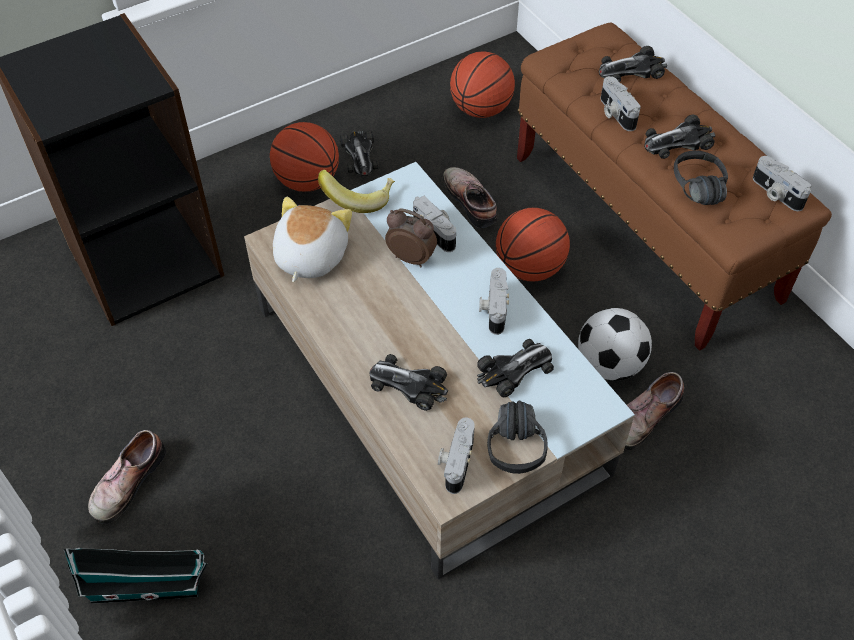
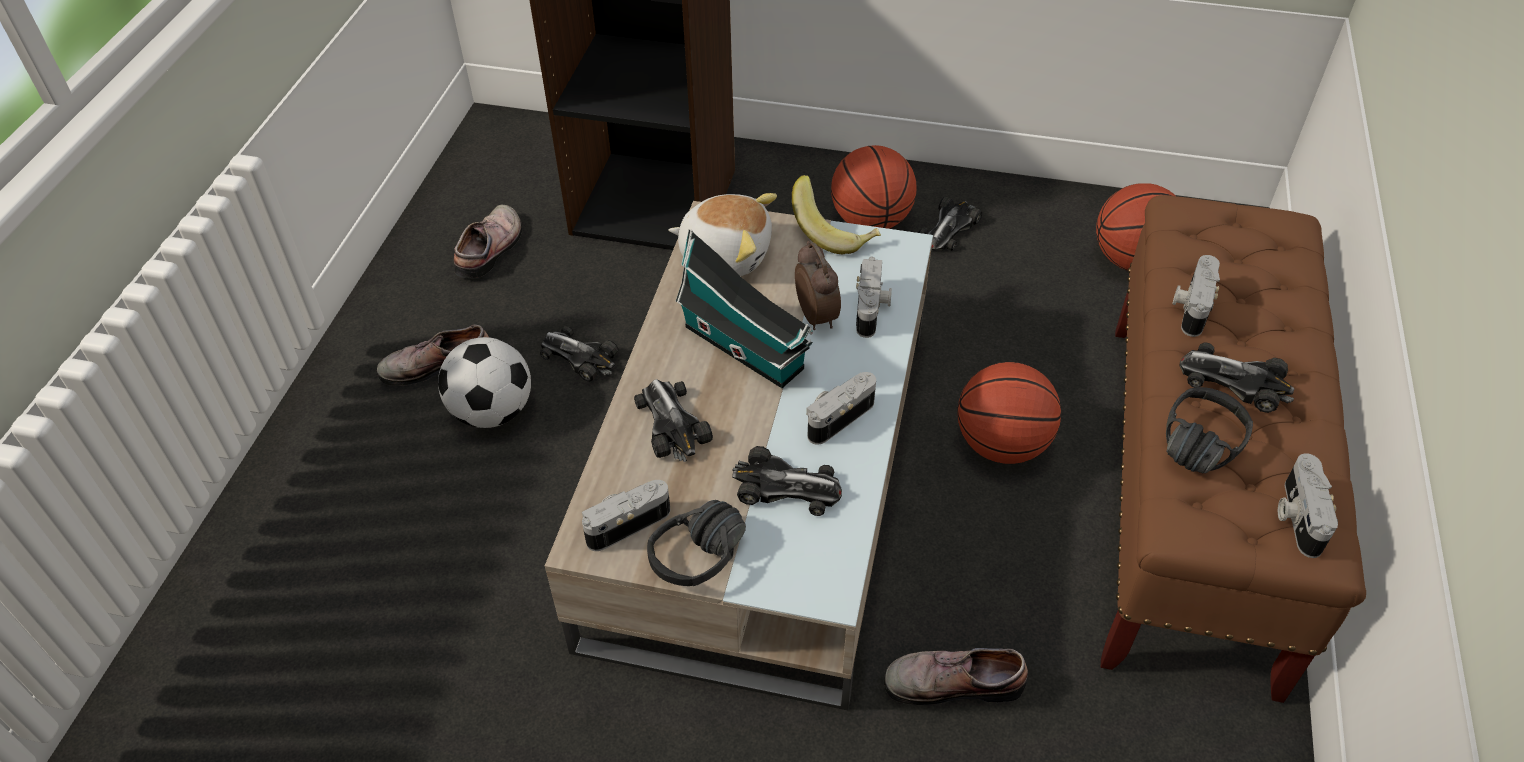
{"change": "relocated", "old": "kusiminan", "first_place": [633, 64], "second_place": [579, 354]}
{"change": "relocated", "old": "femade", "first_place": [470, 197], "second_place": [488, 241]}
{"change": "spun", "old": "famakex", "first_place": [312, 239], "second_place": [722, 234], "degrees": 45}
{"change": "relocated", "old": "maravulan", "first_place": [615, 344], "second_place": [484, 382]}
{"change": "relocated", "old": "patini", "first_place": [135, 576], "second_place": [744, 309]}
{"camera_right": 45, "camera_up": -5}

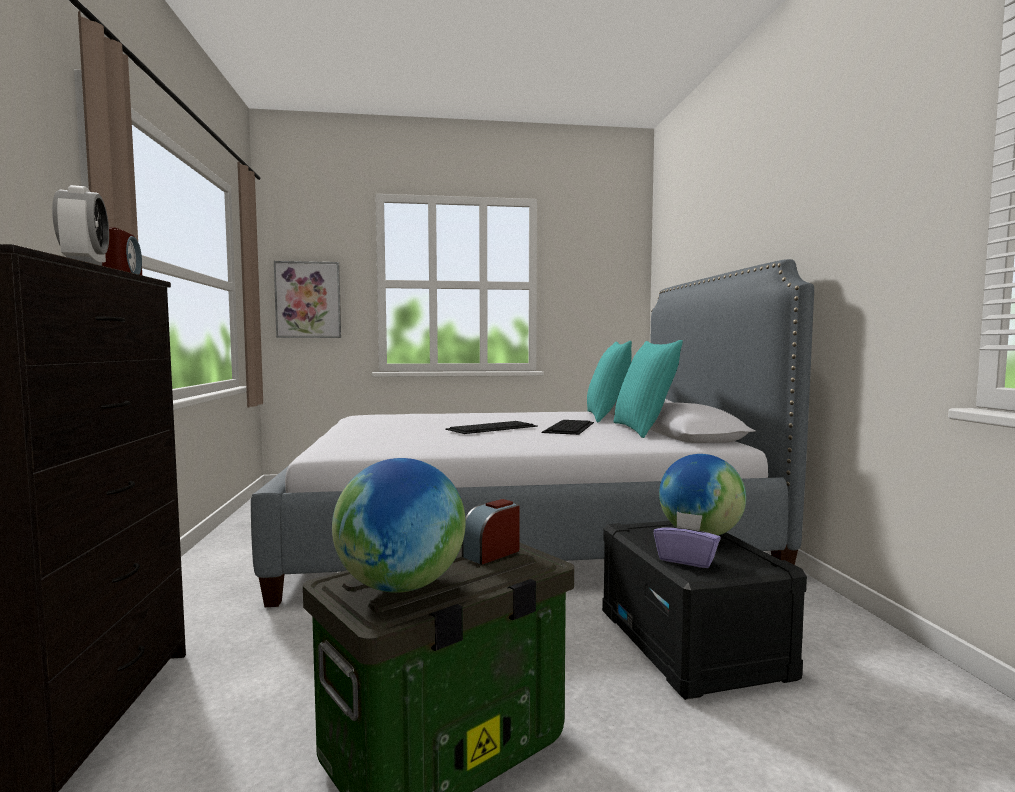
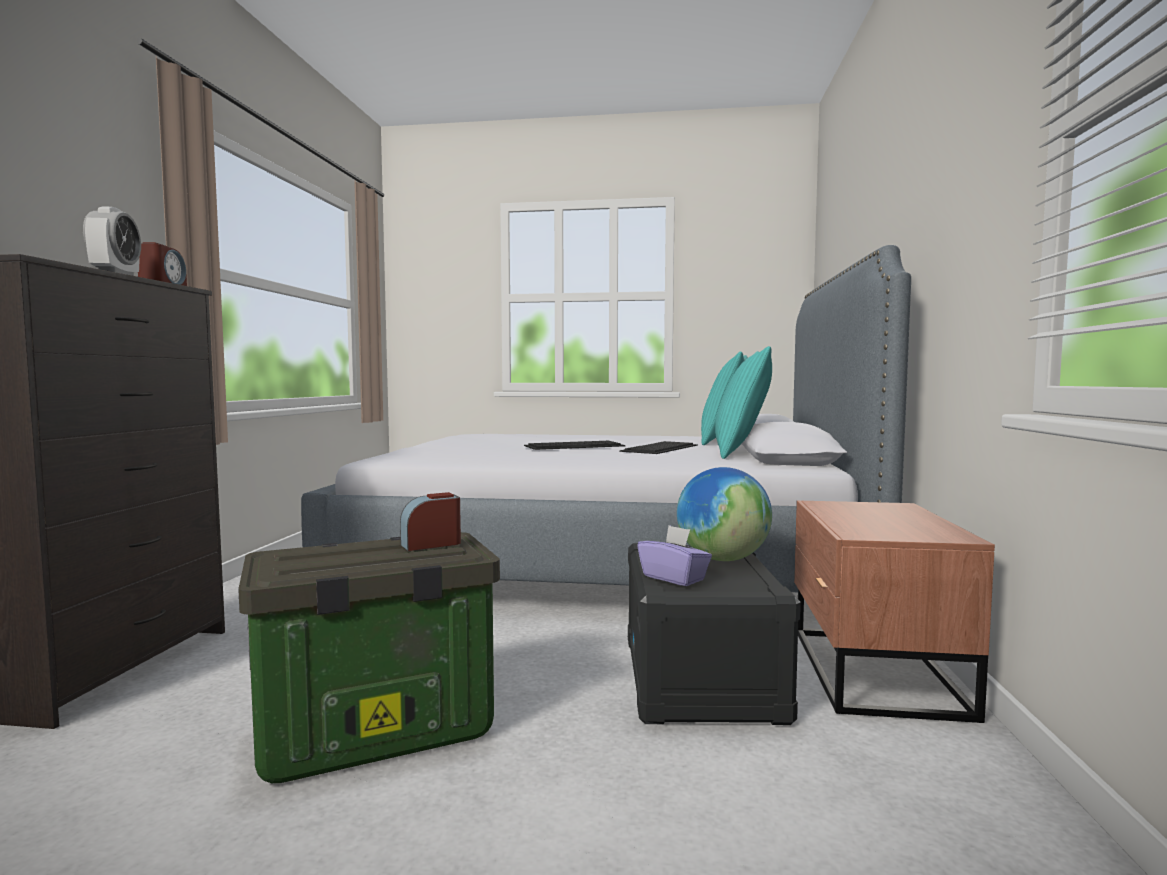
{"change": "missing", "old": "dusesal", "first_place": [307, 299]}
{"change": "missing", "old": "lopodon", "first_place": [399, 525]}
{"change": "appeared", "new": "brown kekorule", "second_place": [894, 611]}
{"camera_right": 15, "camera_up": 0}

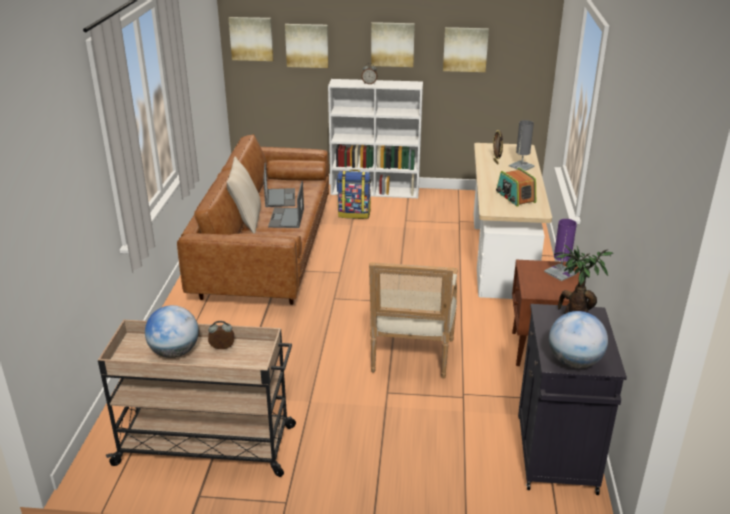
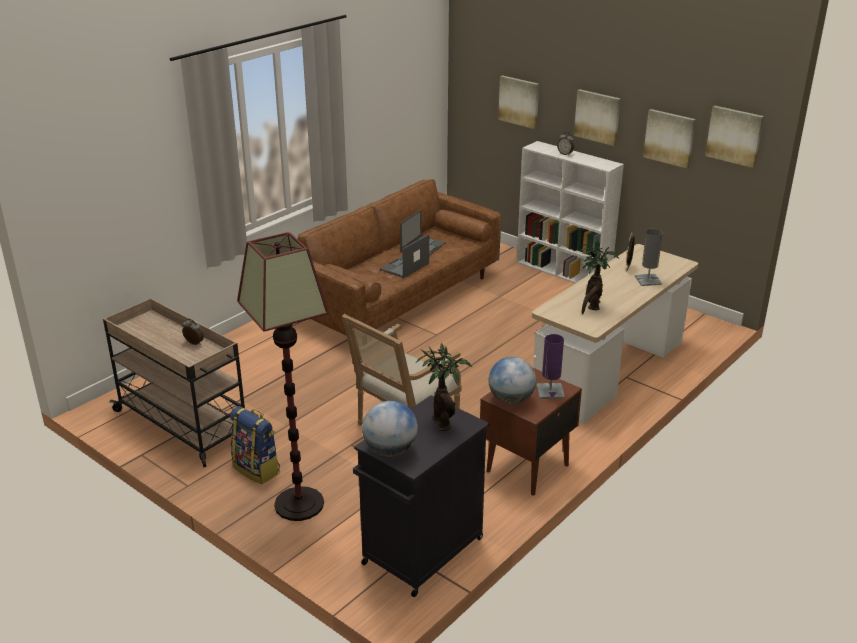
{"change": "relocated", "old": "dusesal", "first_place": [251, 39], "second_place": [734, 137]}
{"change": "missing", "old": "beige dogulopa", "first_place": [244, 195]}
{"change": "exchanged", "old": "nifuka", "new": "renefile", "first_place": [516, 187], "second_place": [599, 277]}
{"change": "relocated", "old": "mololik", "first_place": [354, 194], "second_place": [255, 445]}
{"change": "relocated", "old": "lopodon", "first_place": [172, 331], "second_place": [512, 380]}
{"change": "appeared", "new": "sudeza", "second_place": [283, 376]}
{"camera_right": 35, "camera_up": 0}

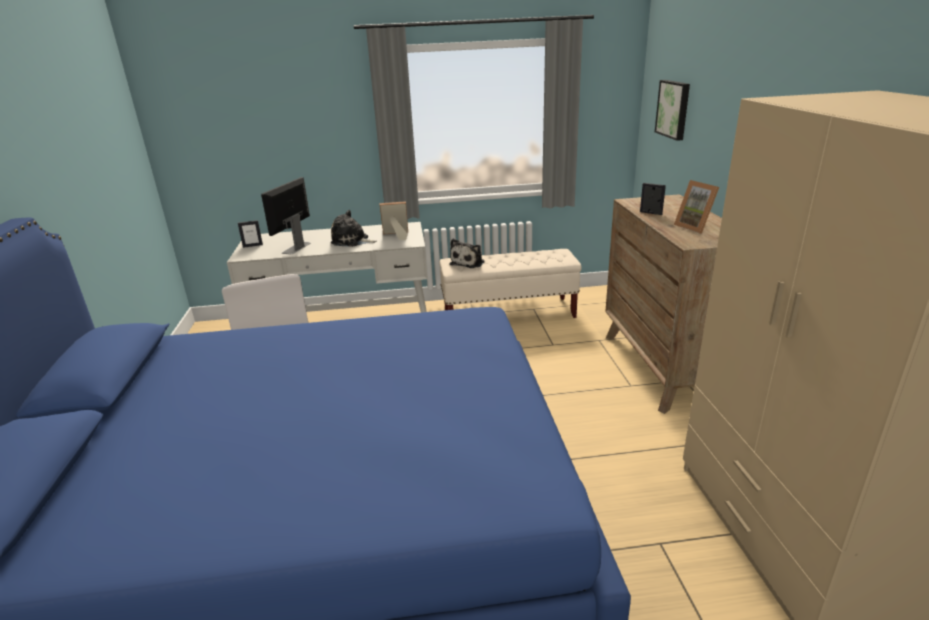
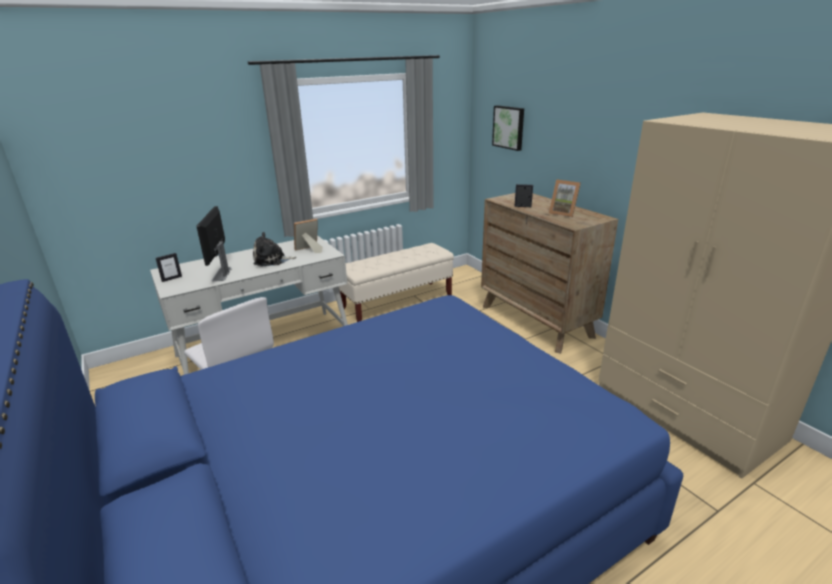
{"change": "missing", "old": "famakex", "first_place": [467, 253]}
{"camera_right": -25, "camera_up": 0}

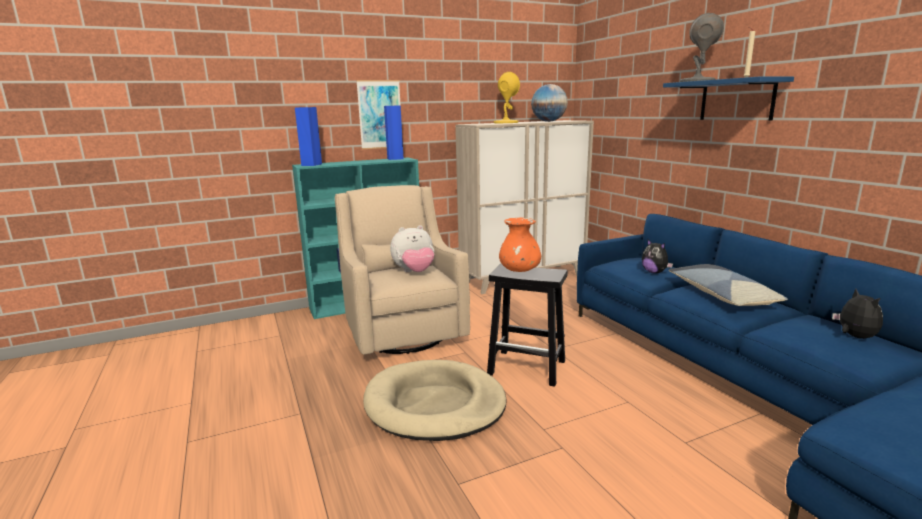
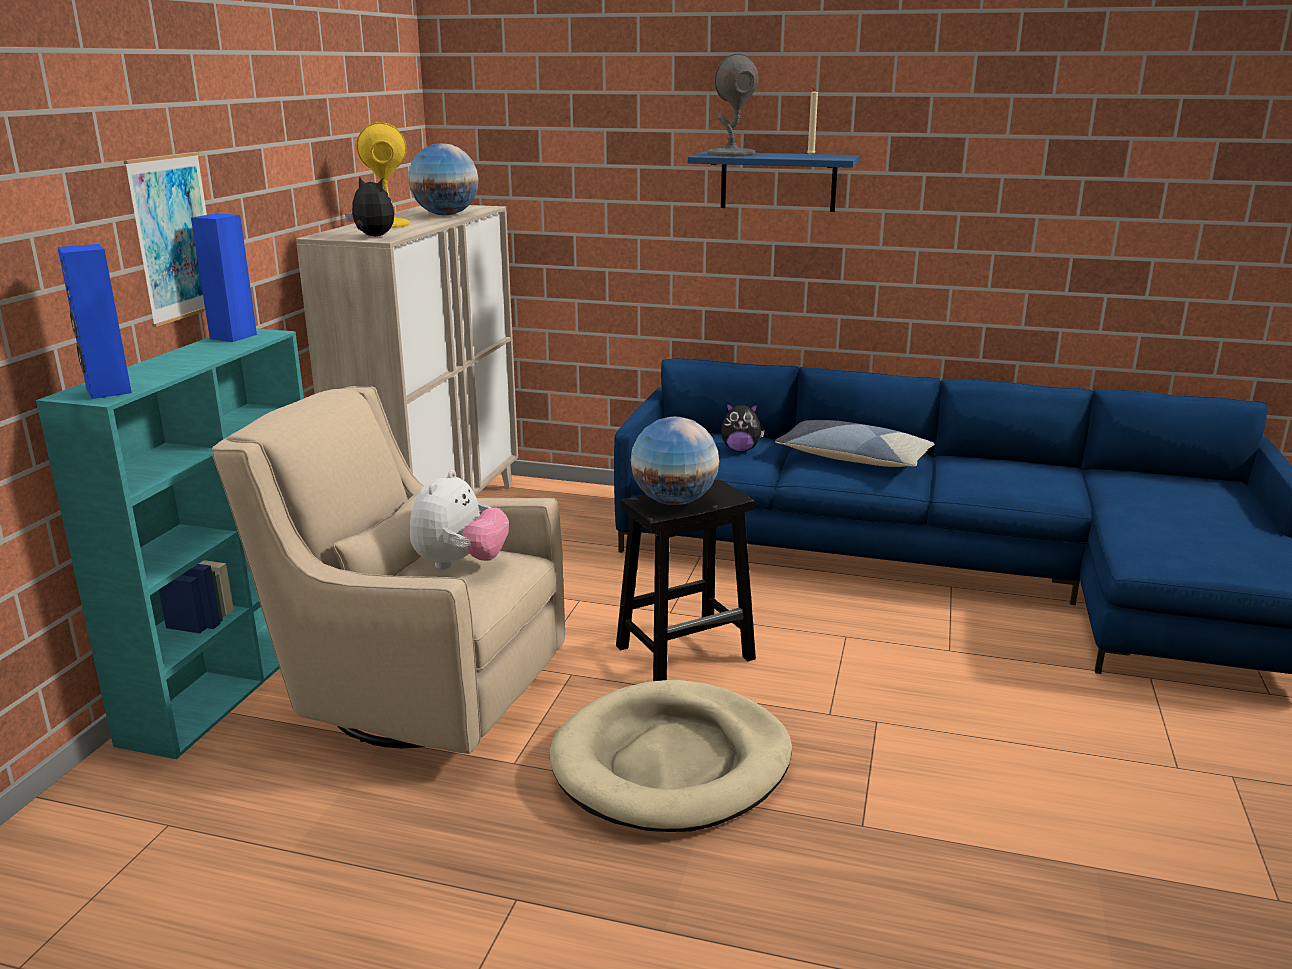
{"change": "exchanged", "old": "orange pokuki", "new": "lopodon", "first_place": [520, 245], "second_place": [675, 461]}
{"change": "relocated", "old": "famakex", "first_place": [857, 314], "second_place": [369, 206]}
{"camera_right": -50, "camera_up": 5}

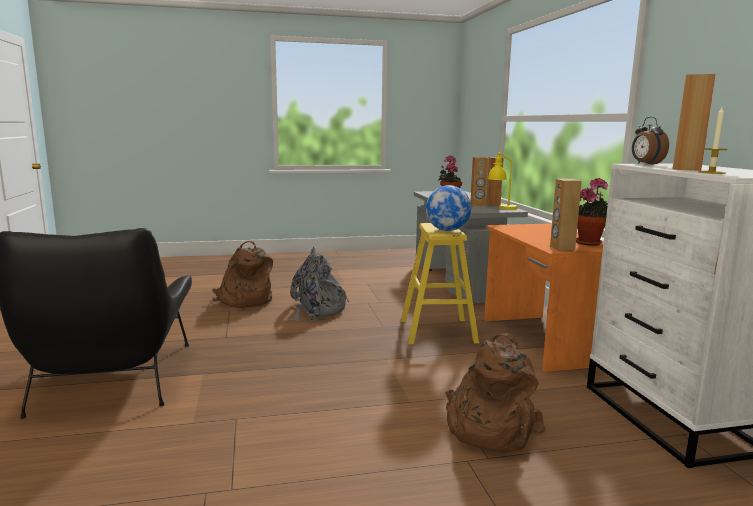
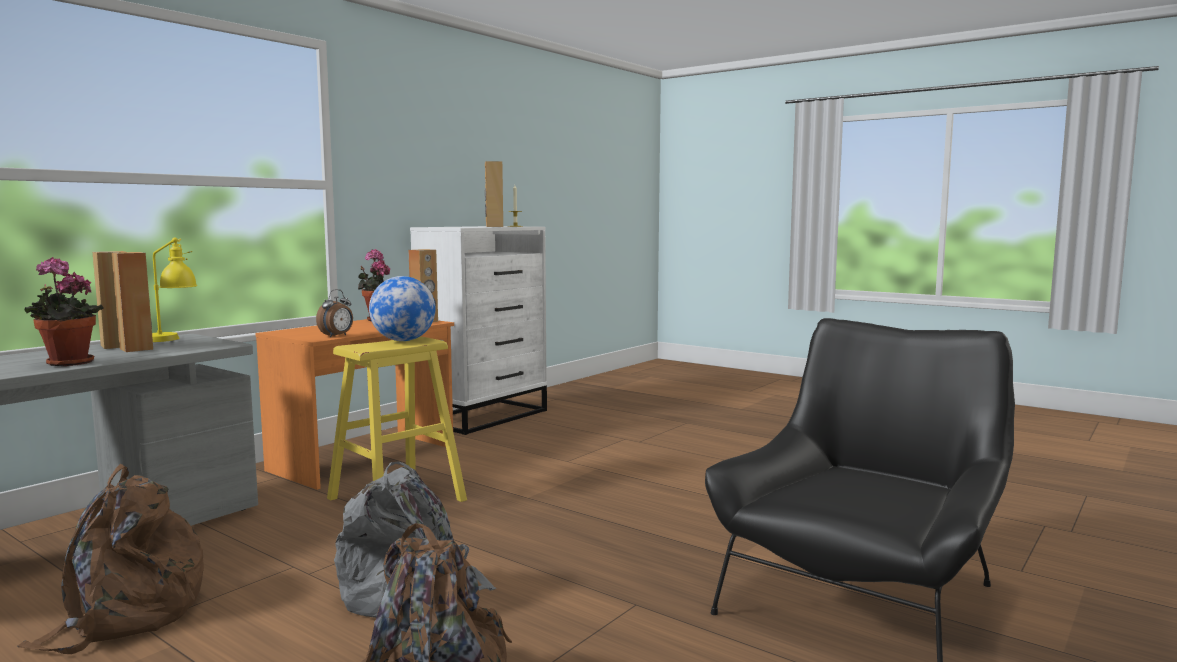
{"change": "relocated", "old": "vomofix", "first_place": [650, 141], "second_place": [334, 313]}
{"change": "relocated", "old": "brown mololik", "first_place": [496, 392], "second_place": [110, 559]}
{"camera_right": -130, "camera_up": -5}

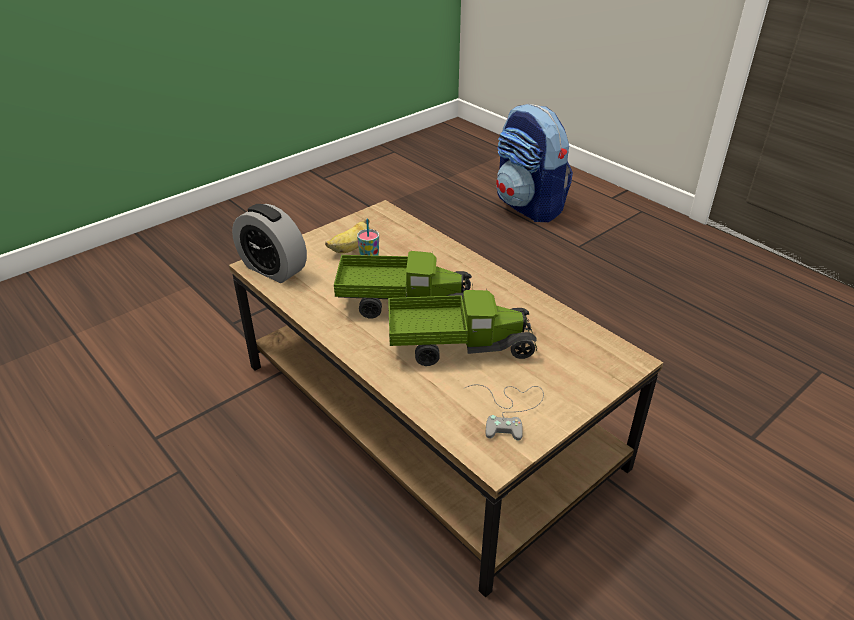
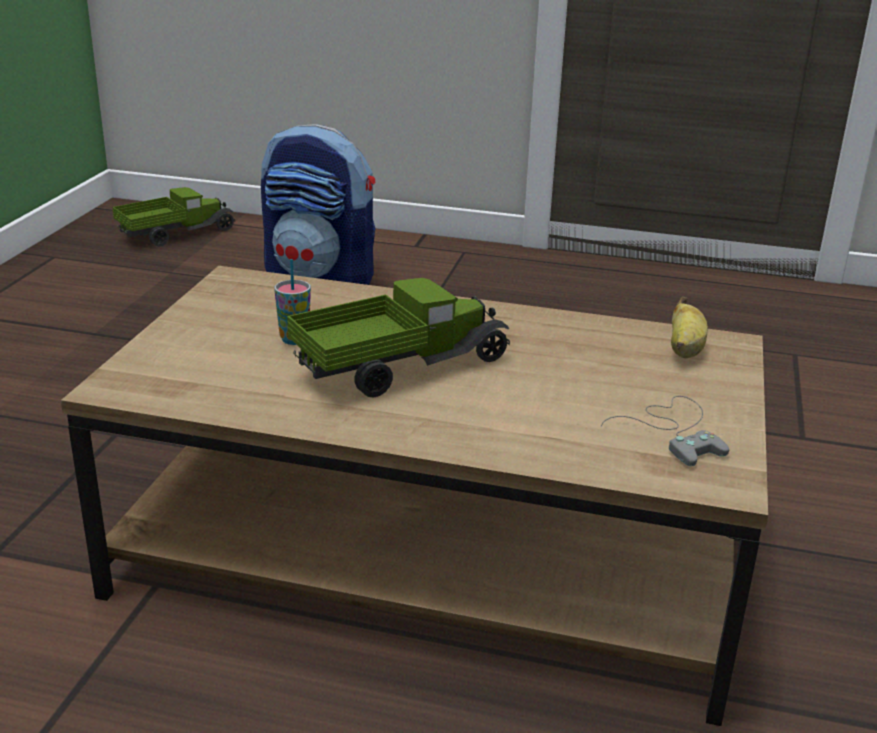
{"change": "missing", "old": "vomofix", "first_place": [269, 243]}
{"change": "relocated", "old": "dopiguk", "first_place": [347, 235], "second_place": [689, 327]}
{"change": "relocated", "old": "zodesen", "first_place": [462, 327], "second_place": [173, 217]}
{"camera_right": -35, "camera_up": -10}

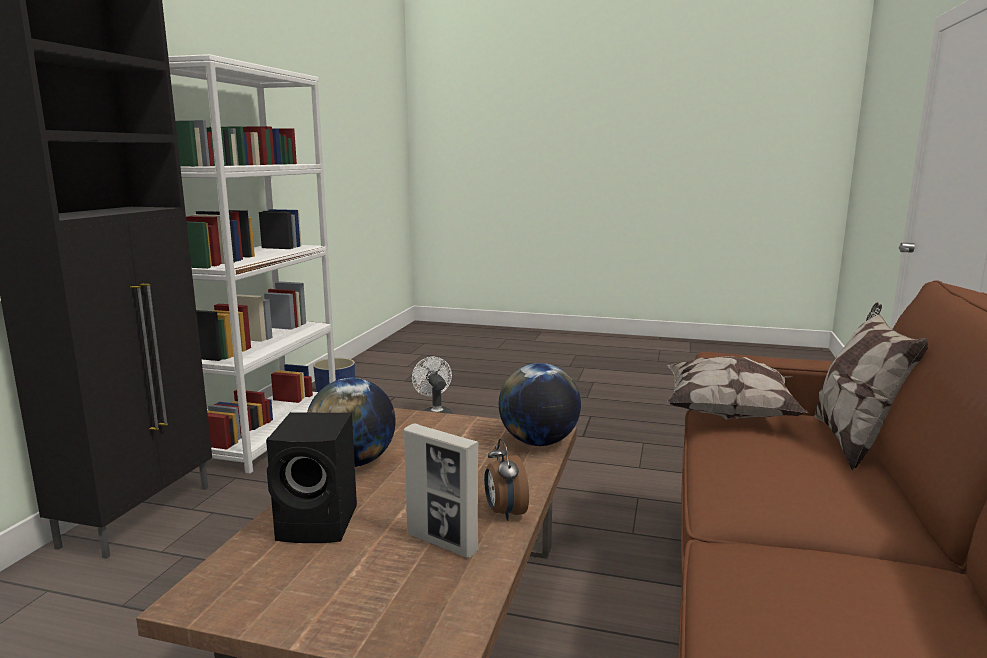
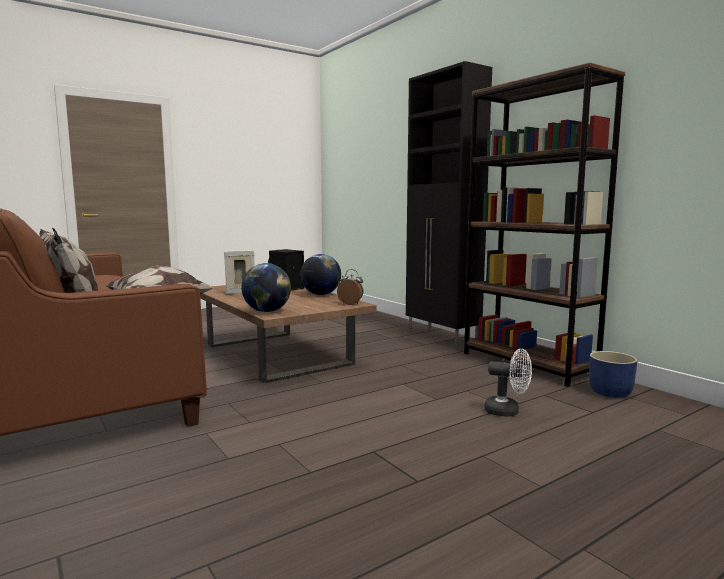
{"change": "colour", "old": "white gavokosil", "new": "brown gavokosil", "first_place": [252, 264], "second_place": [544, 224]}
{"change": "relocated", "old": "vomofix", "first_place": [506, 479], "second_place": [350, 287]}
{"camera_right": 130, "camera_up": -5}

